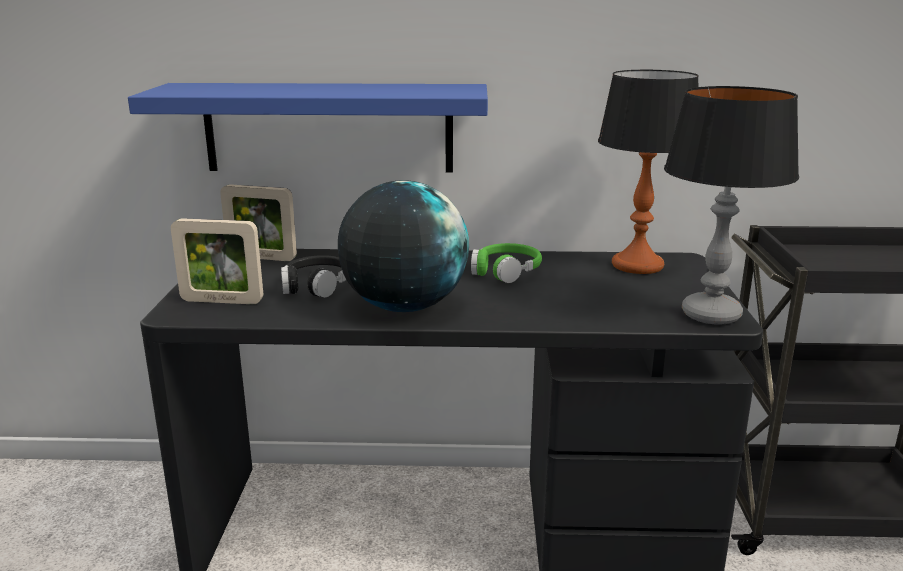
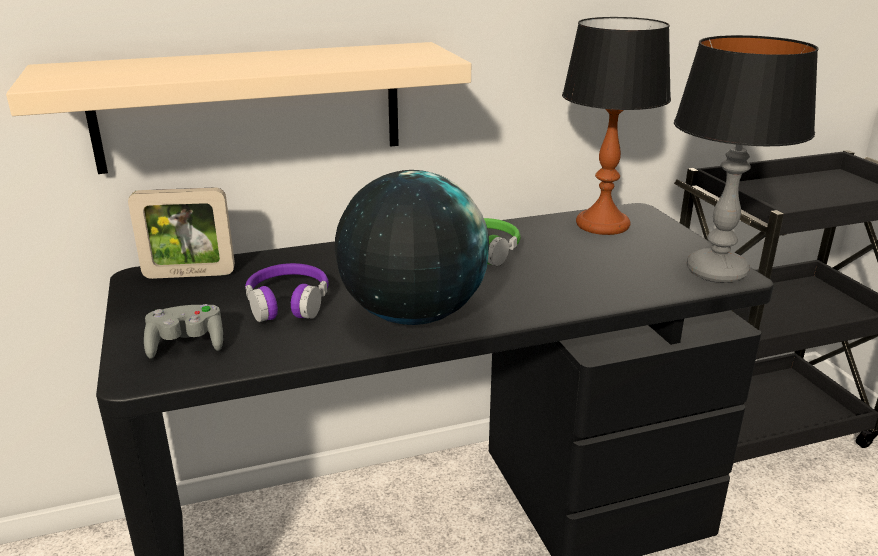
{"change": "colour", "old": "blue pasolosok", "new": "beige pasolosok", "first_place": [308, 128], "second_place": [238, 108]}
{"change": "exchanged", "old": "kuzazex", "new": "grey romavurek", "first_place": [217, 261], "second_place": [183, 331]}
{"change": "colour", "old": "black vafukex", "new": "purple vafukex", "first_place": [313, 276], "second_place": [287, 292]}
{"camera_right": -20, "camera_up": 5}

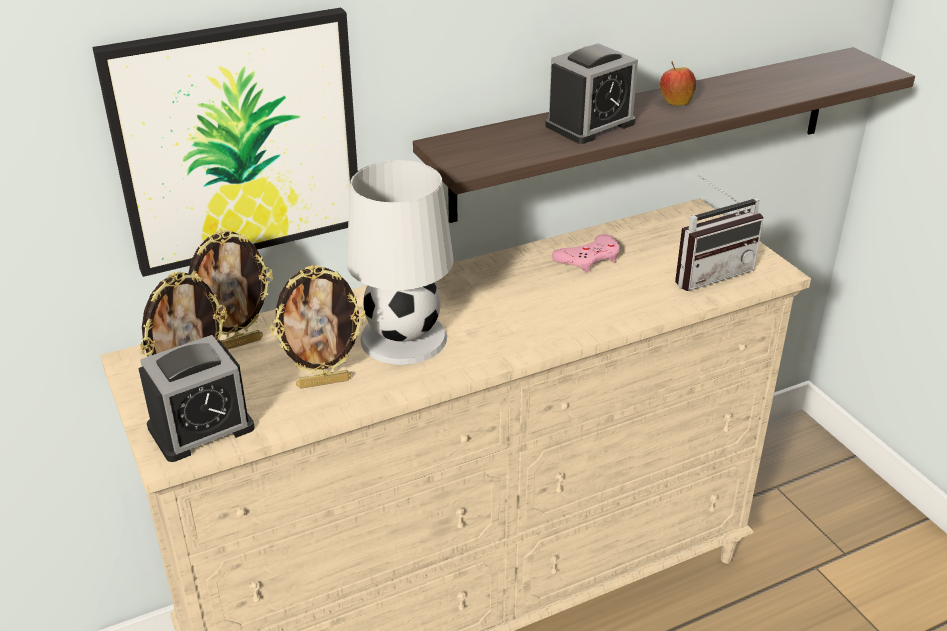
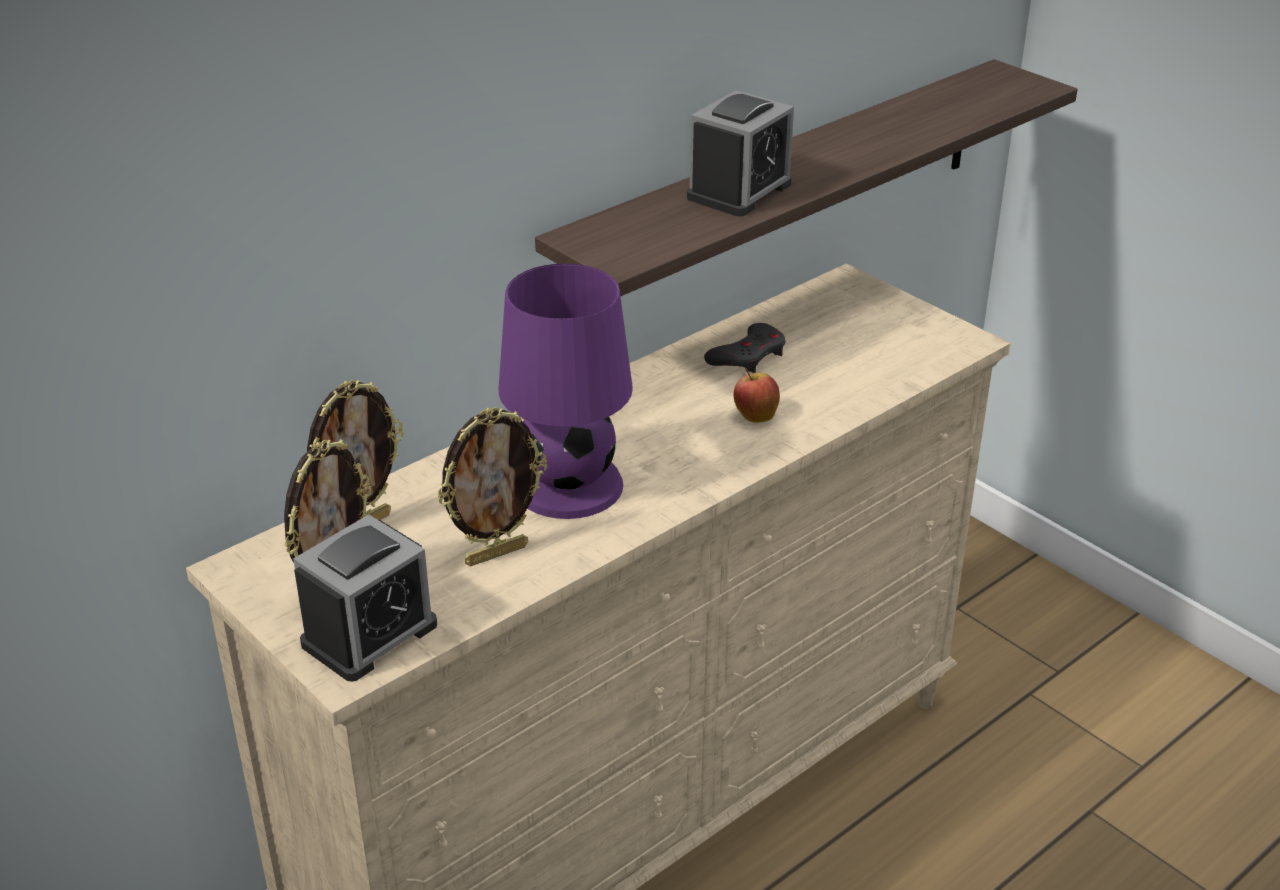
{"change": "missing", "old": "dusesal", "first_place": [225, 142]}
{"change": "relocated", "old": "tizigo", "first_place": [678, 83], "second_place": [756, 395]}
{"change": "colour", "old": "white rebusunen", "new": "purple rebusunen", "first_place": [400, 262], "second_place": [565, 391]}
{"change": "missing", "old": "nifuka", "first_place": [719, 233]}
{"change": "colour", "old": "pink romavurek", "new": "grey romavurek", "first_place": [586, 253], "second_place": [745, 348]}
{"camera_right": -15, "camera_up": 0}

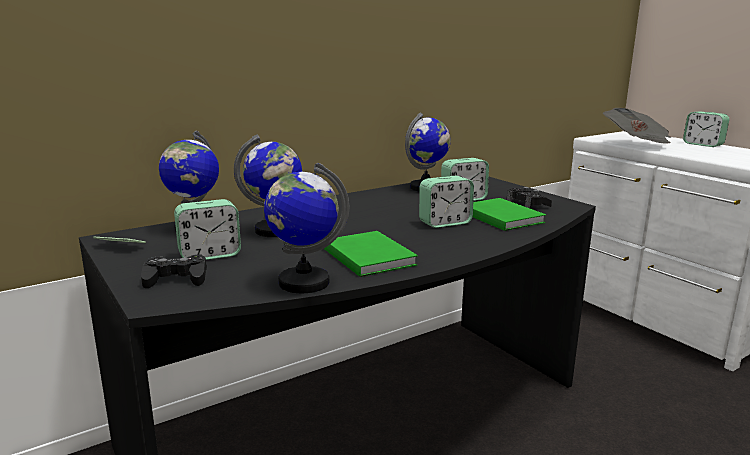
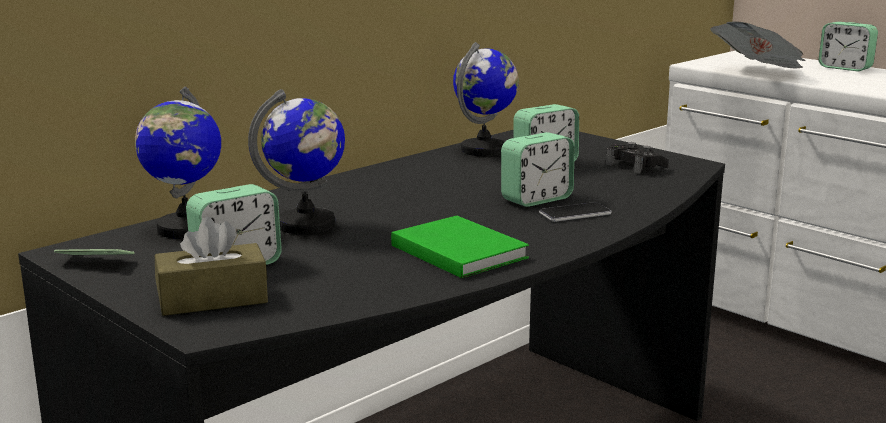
{"change": "missing", "old": "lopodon", "first_place": [306, 228]}
{"change": "missing", "old": "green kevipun", "first_place": [509, 214]}
{"change": "exchanged", "old": "black romavurek", "new": "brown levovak", "first_place": [174, 271], "second_place": [211, 266]}
{"change": "appeared", "new": "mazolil", "second_place": [575, 212]}
{"camera_right": -10, "camera_up": 0}

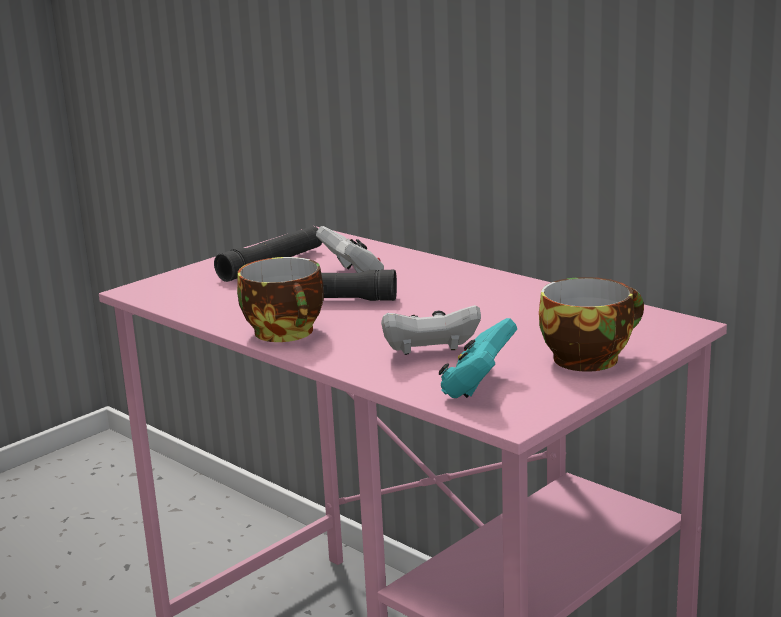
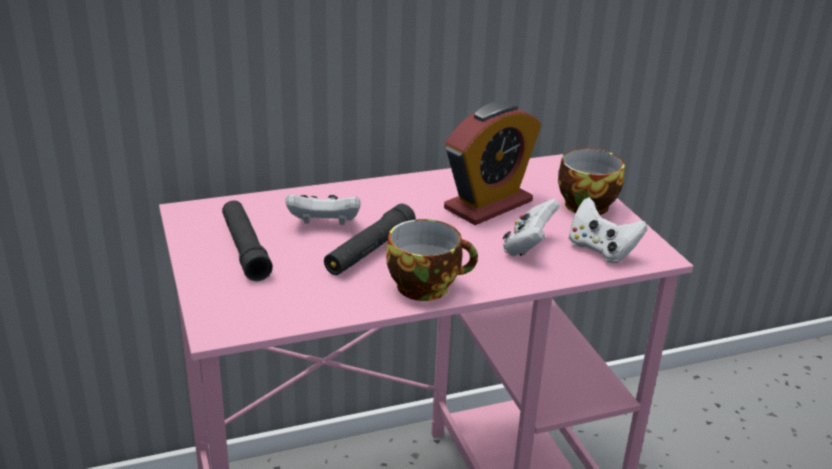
{"change": "colour", "old": "turquoise romavurek", "new": "white romavurek", "first_place": [478, 358], "second_place": [608, 230]}
{"change": "appeared", "new": "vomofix", "second_place": [492, 163]}
{"camera_right": -65, "camera_up": 10}

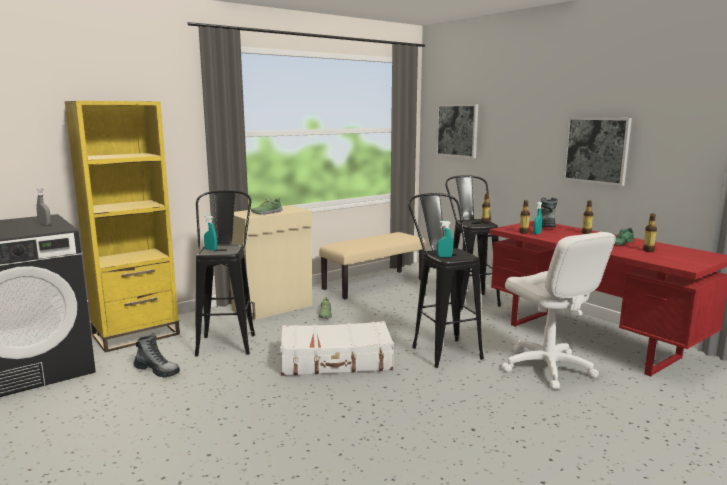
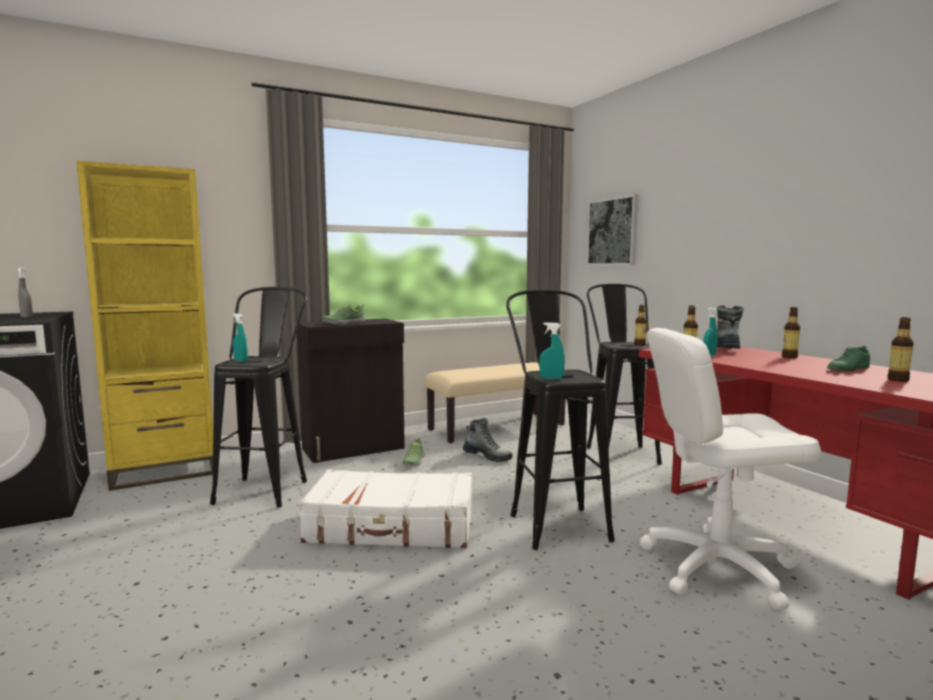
{"change": "missing", "old": "dusesal", "first_place": [597, 151]}
{"change": "colour", "old": "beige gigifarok", "new": "black gigifarok", "first_place": [271, 262], "second_place": [351, 390]}
{"change": "spun", "old": "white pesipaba", "first_place": [558, 311], "second_place": [730, 469], "degrees": 105}
{"change": "relocated", "old": "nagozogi", "first_place": [156, 355], "second_place": [488, 440]}
{"camera_right": 10, "camera_up": -5}

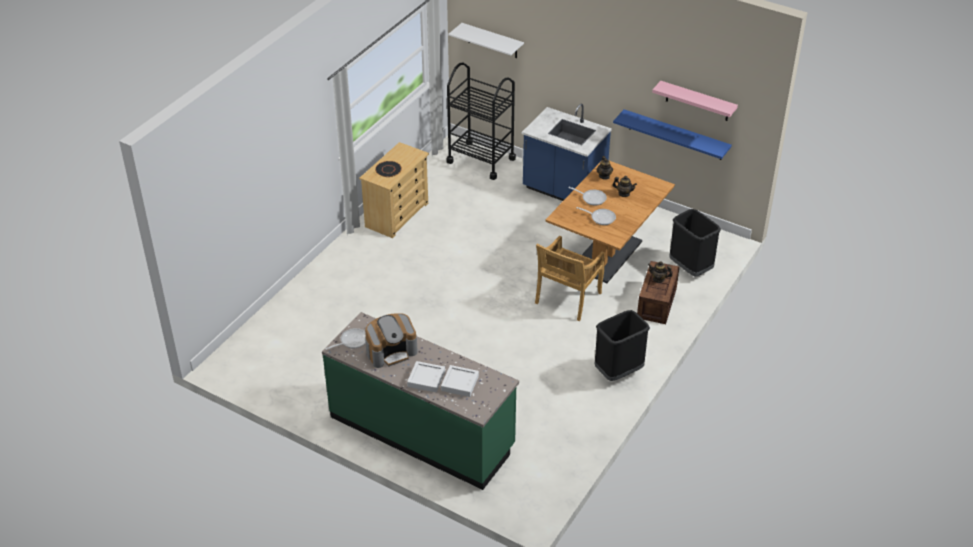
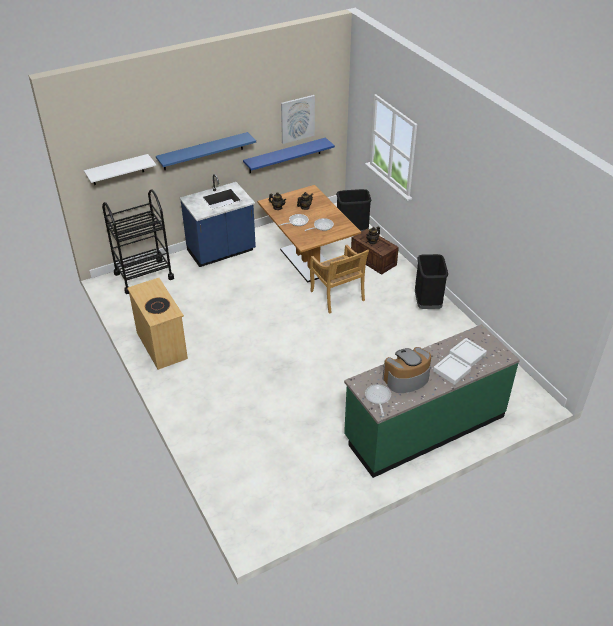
{"change": "exchanged", "old": "pink pasolosok", "new": "dusesal", "first_place": [695, 101], "second_place": [298, 119]}
{"change": "spun", "old": "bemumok", "first_place": [391, 340], "second_place": [407, 370], "degrees": -120}
{"change": "appeared", "new": "blue pasolosok", "second_place": [206, 151]}
{"camera_right": -60, "camera_up": 0}

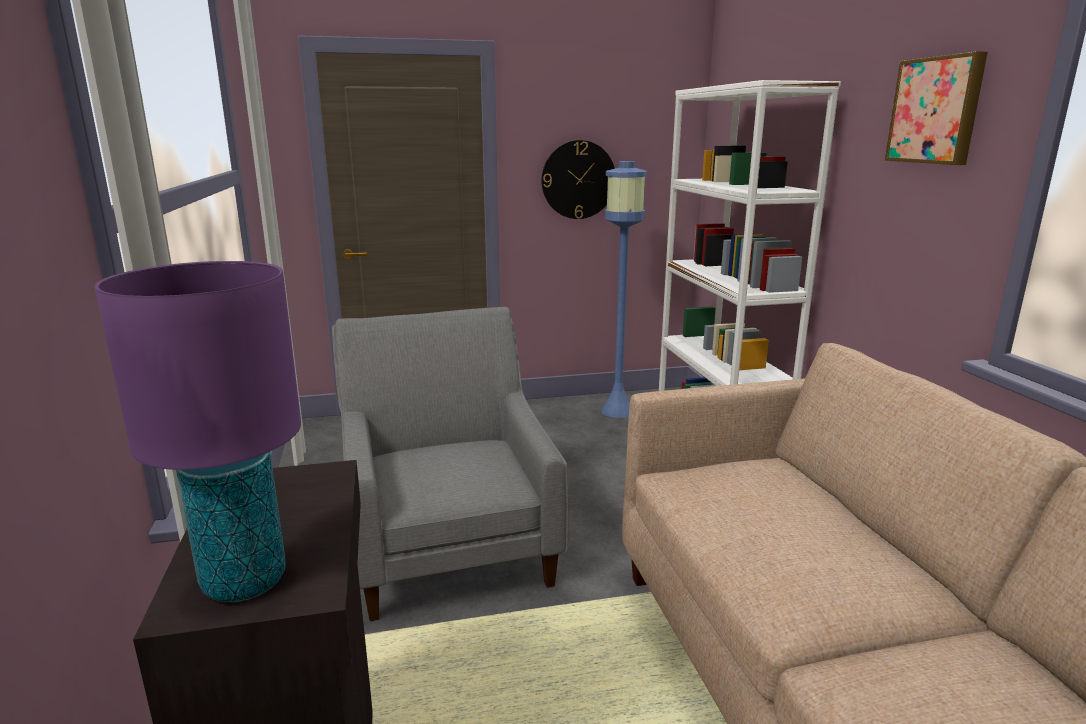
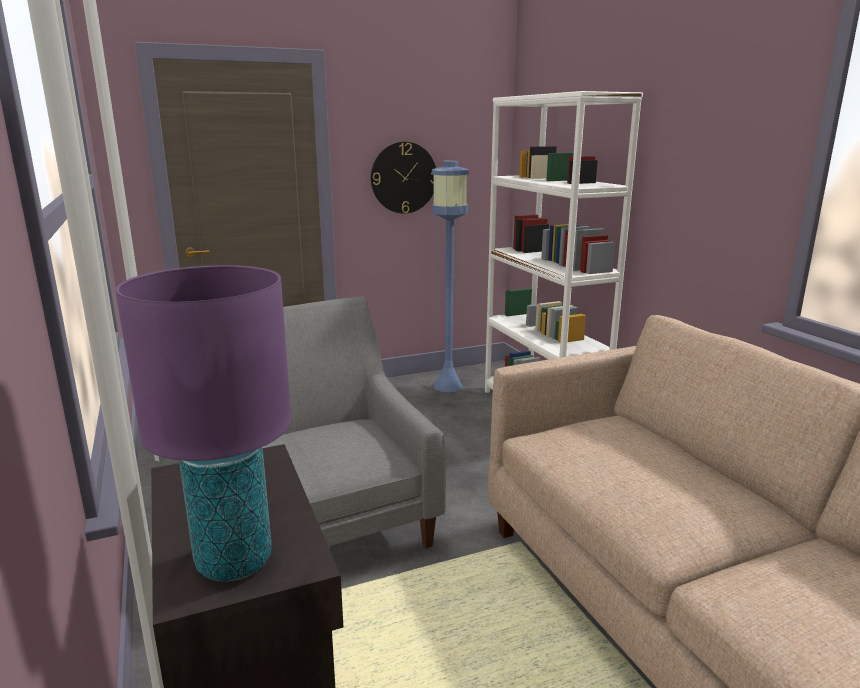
{"change": "missing", "old": "dusesal", "first_place": [936, 108]}
{"camera_right": -10, "camera_up": 0}

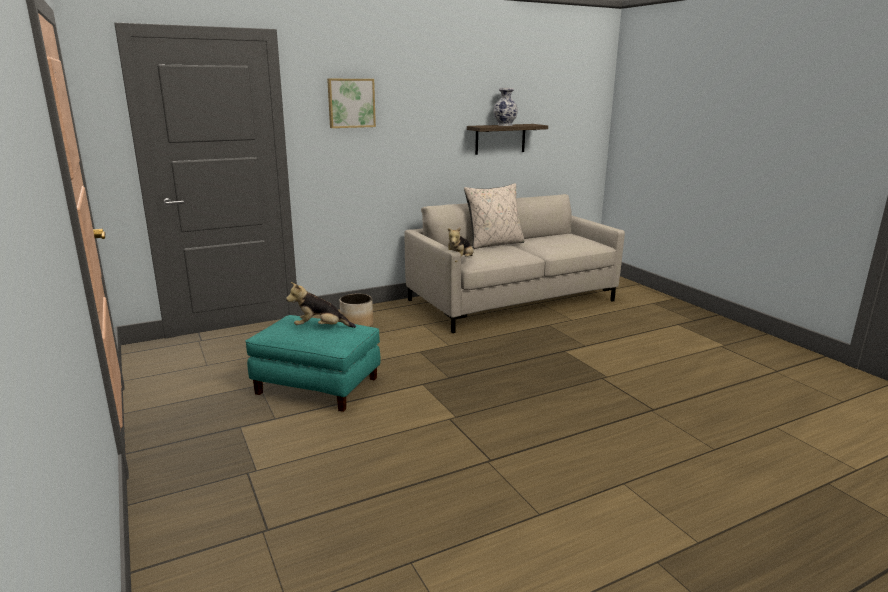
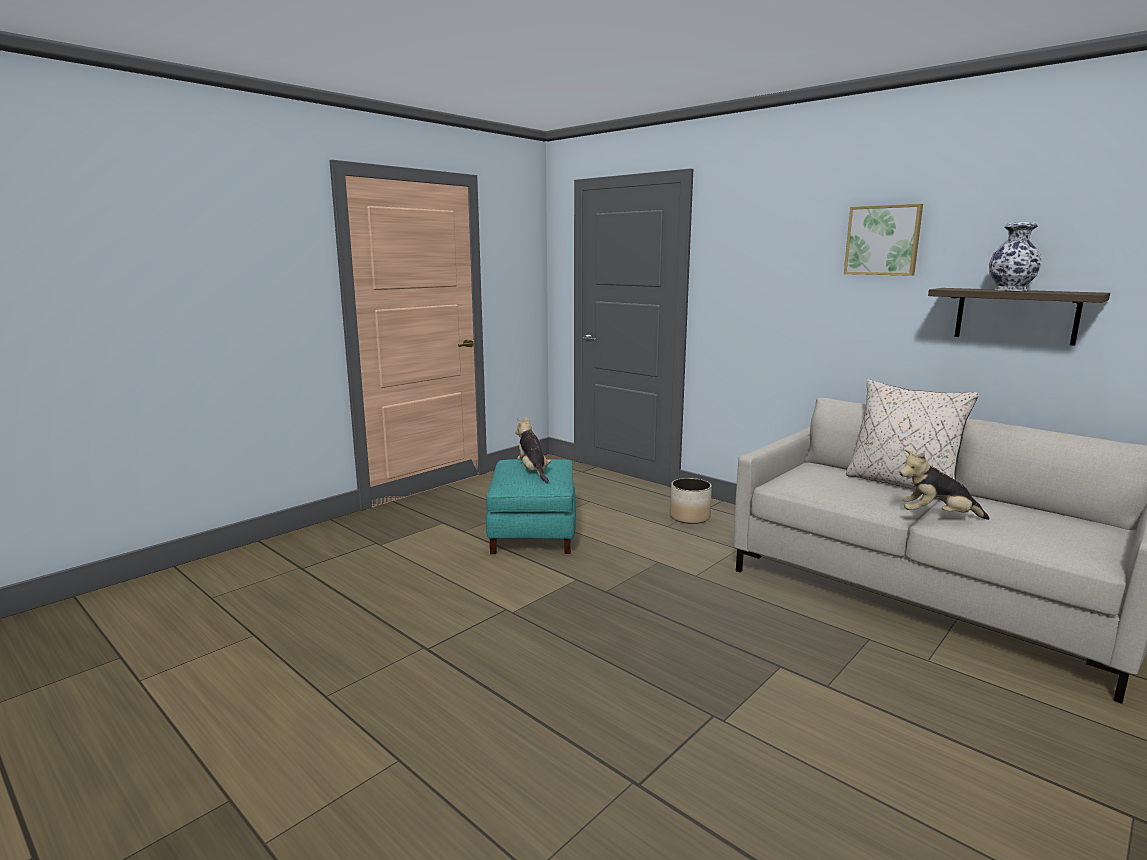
{"change": "relocated", "old": "dusesal", "first_place": [351, 103], "second_place": [883, 240]}
{"change": "relocated", "old": "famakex", "first_place": [458, 244], "second_place": [944, 484]}
{"camera_right": 70, "camera_up": -5}

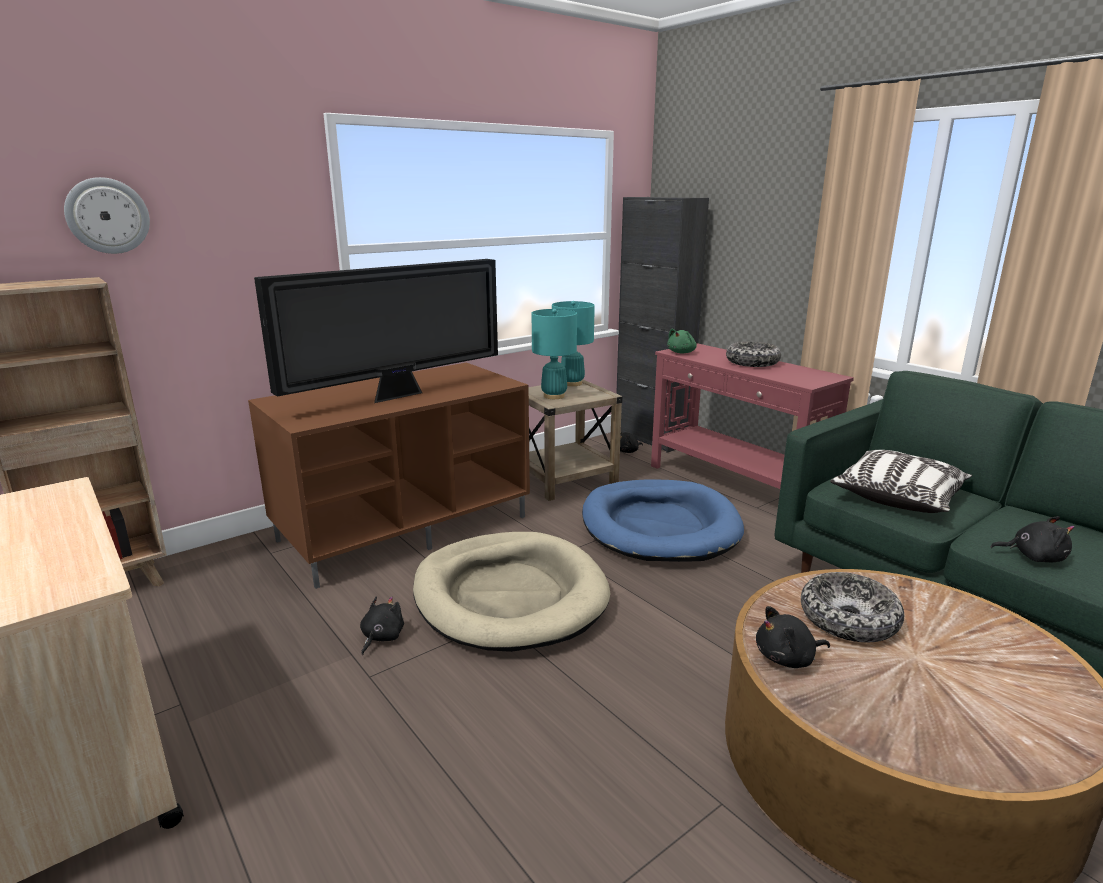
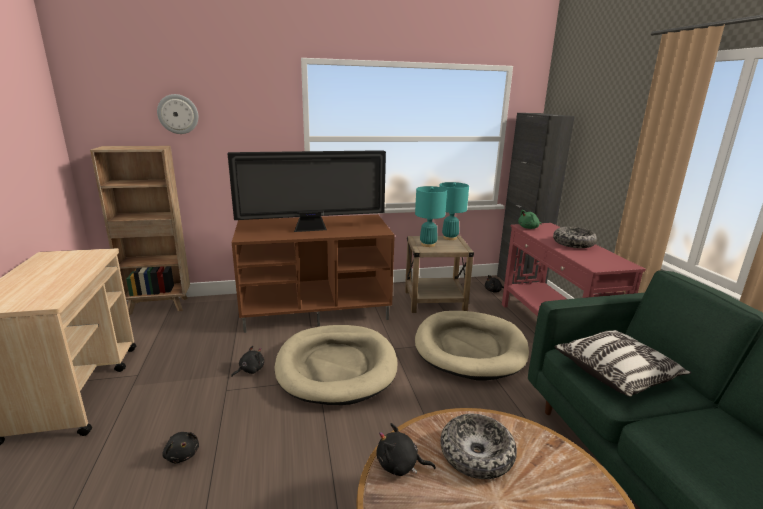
{"change": "colour", "old": "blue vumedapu", "new": "beige vumedapu", "first_place": [663, 520], "second_place": [472, 345]}
{"change": "relocated", "old": "black famakex", "first_place": [1032, 539], "second_place": [181, 447]}
{"camera_right": 25, "camera_up": 0}

